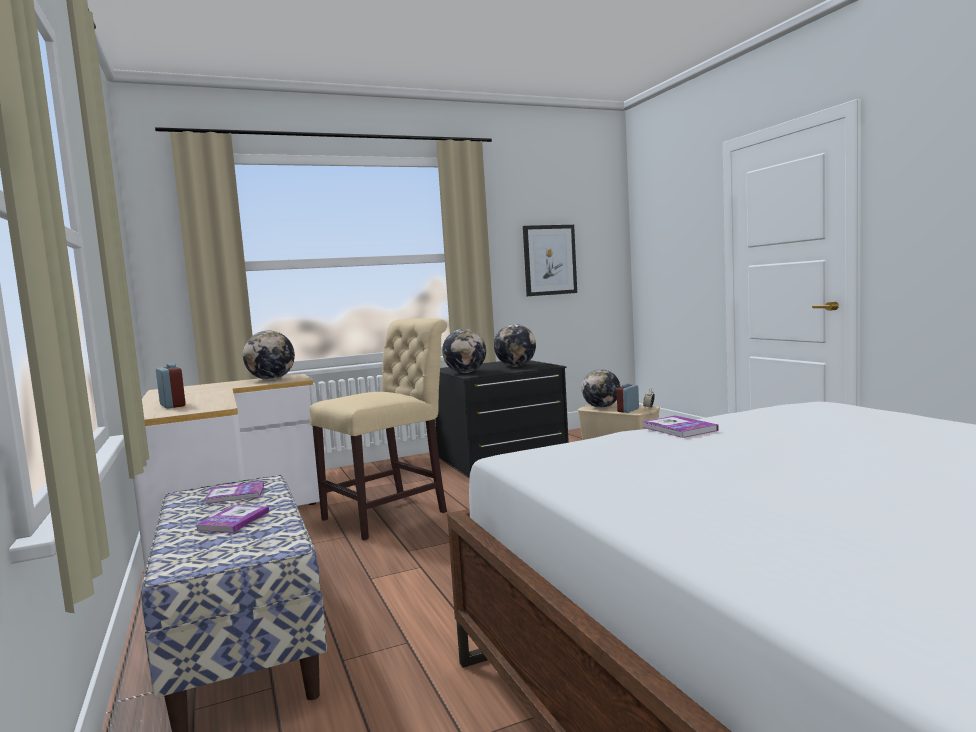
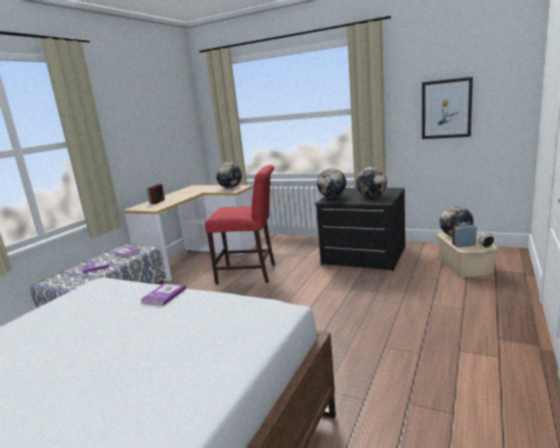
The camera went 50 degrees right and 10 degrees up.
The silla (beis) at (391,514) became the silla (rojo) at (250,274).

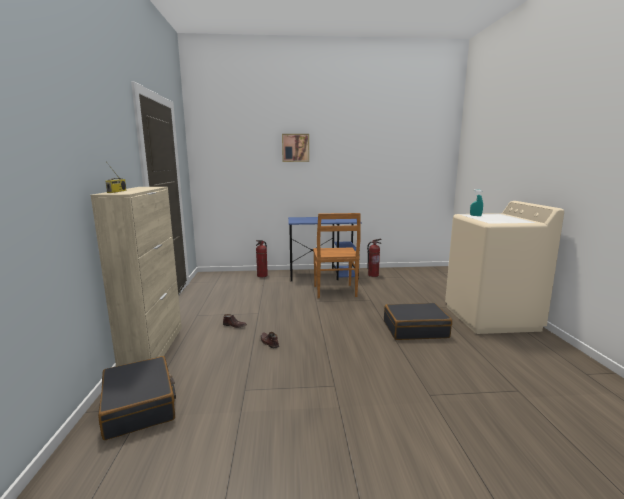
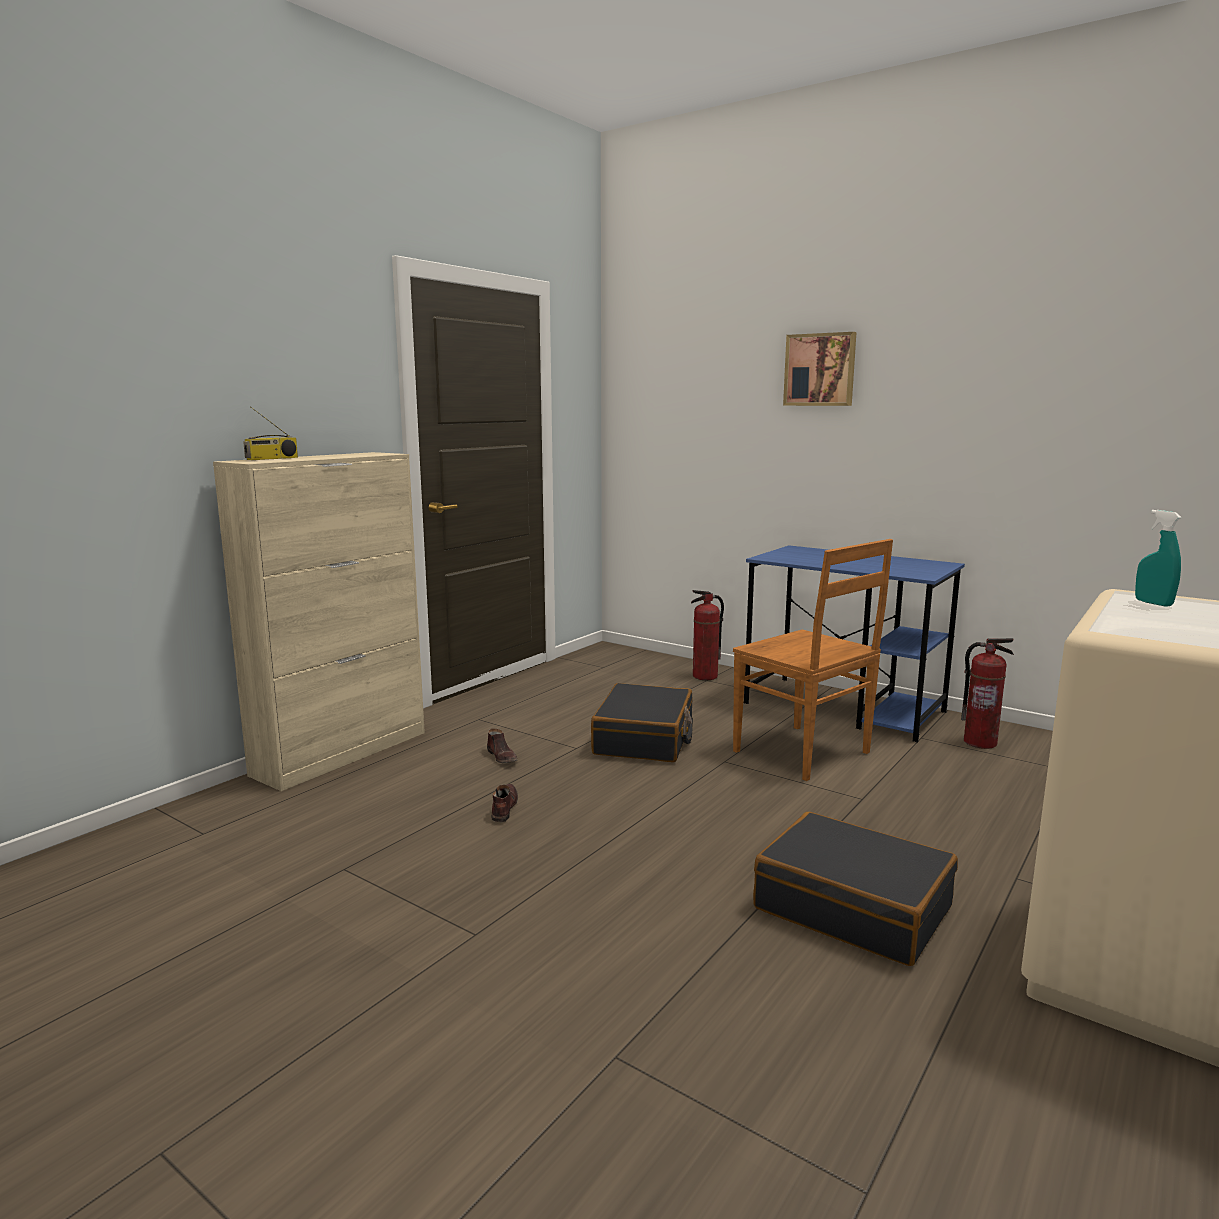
The camera went 40 degrees right and 0 degrees up.
The maleta (negro) moved from (140,406) to (644,739).
The silla (marrón) at (335,292) turned 75 degrees counterclockwise.

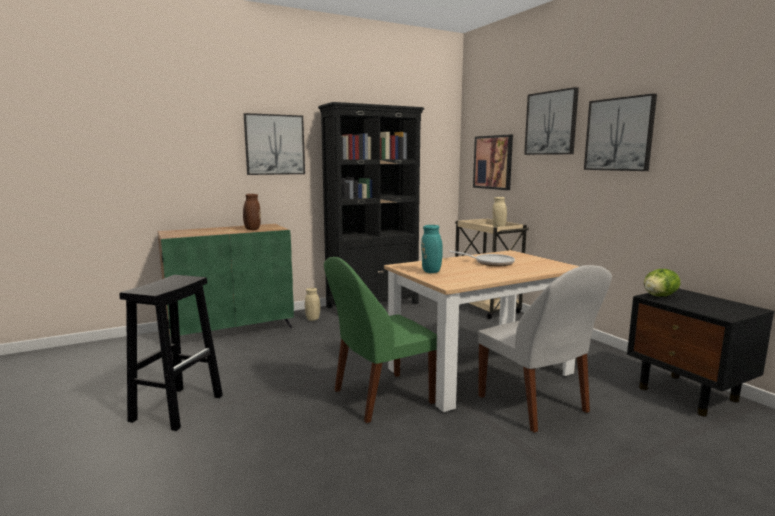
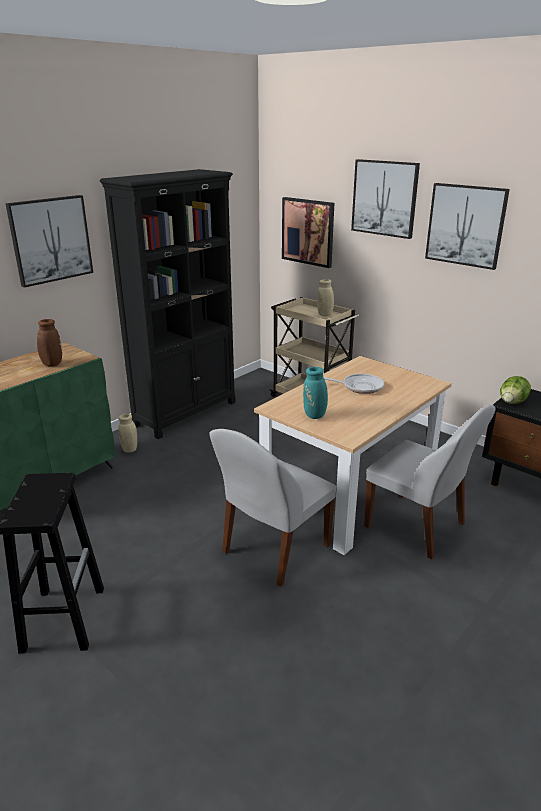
The camera went 20 degrees left and 15 degrees up.
The silla (verde) at (380,397) became the silla (blanco) at (274,550).

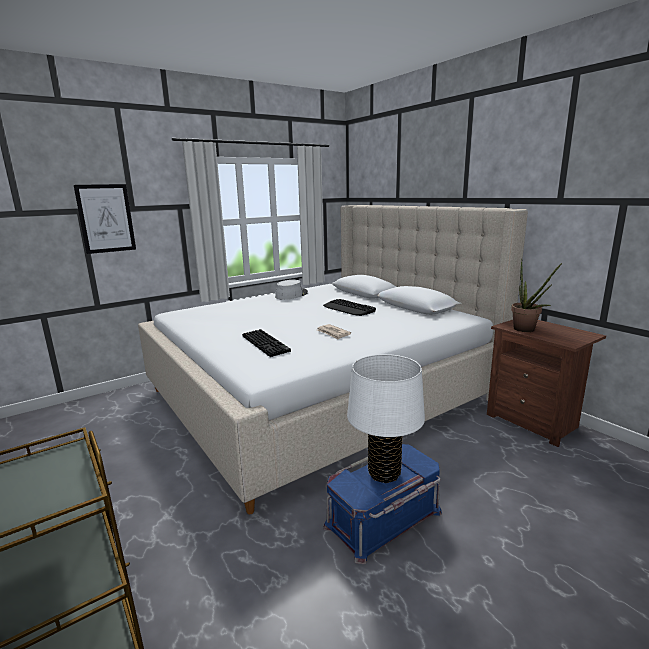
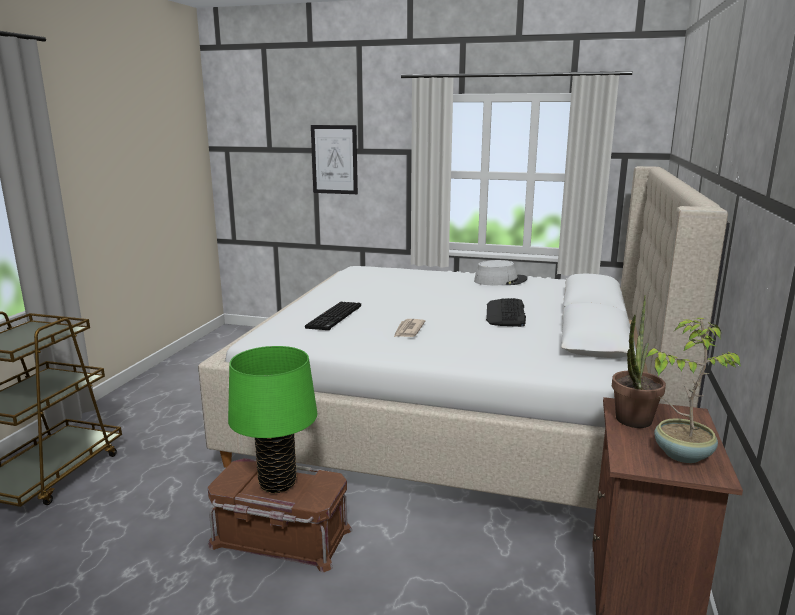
The camera went 50 degrees right and 0 degrees up.
The planta en maceta at (681,453) appeared.
The caja de almacenaje (azul) at (384,519) became the caja de almacenaje (marrón) at (280,538).
The lámpara de mesa (blanco) at (384,473) became the lámpara de mesa (verde) at (277,483).

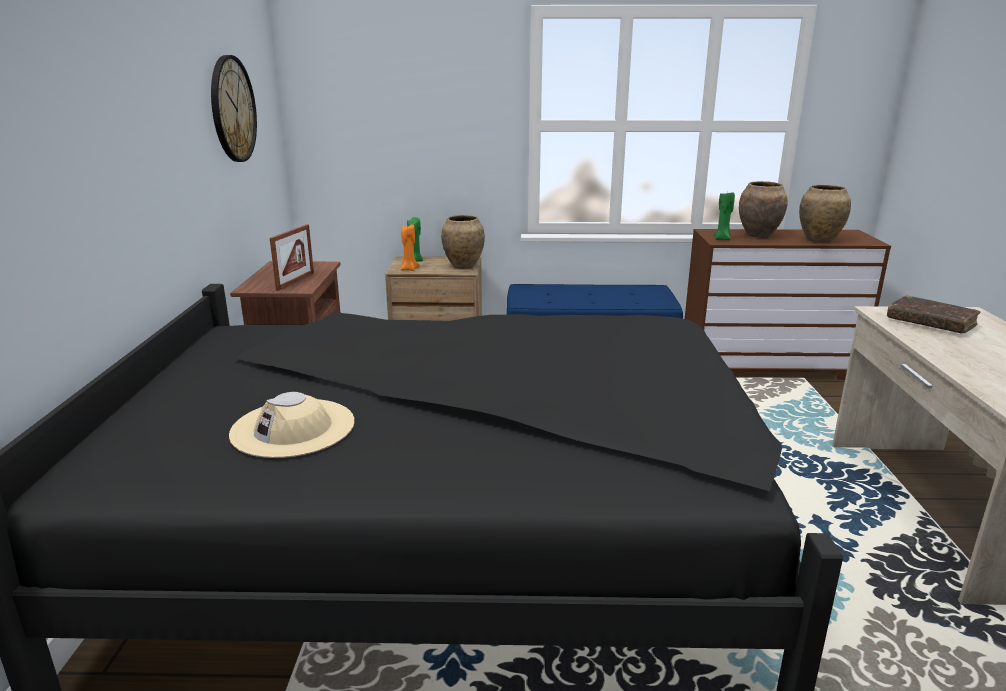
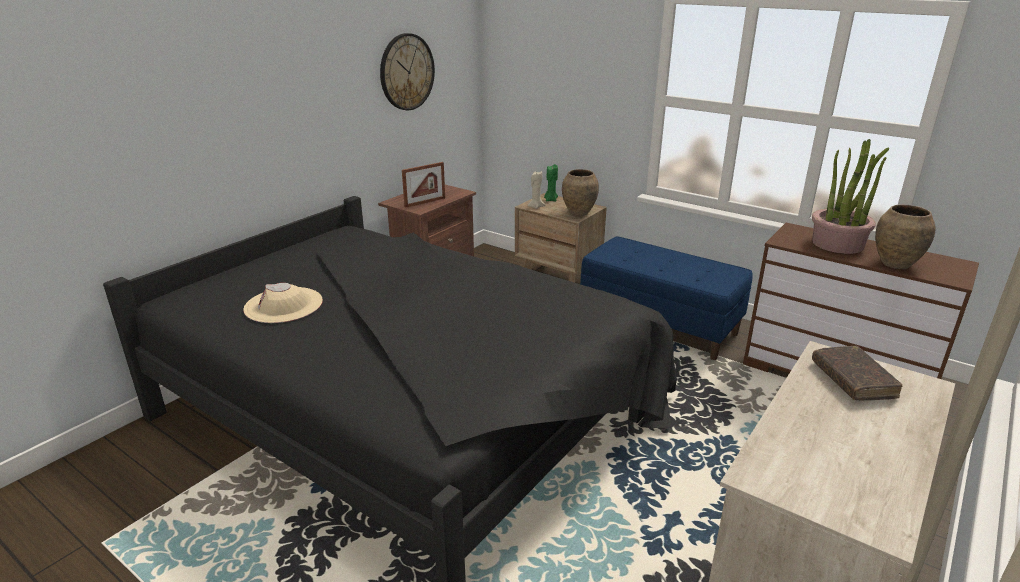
The camera went 35 degrees right and 5 degrees up.
The vela (verde) at (722,239) disappeared.
The florero (marrón) at (759,235) was replaced by the planta en maceta at (838,244).
The vela (naranja) at (409,269) became the vela (beis) at (536,206).

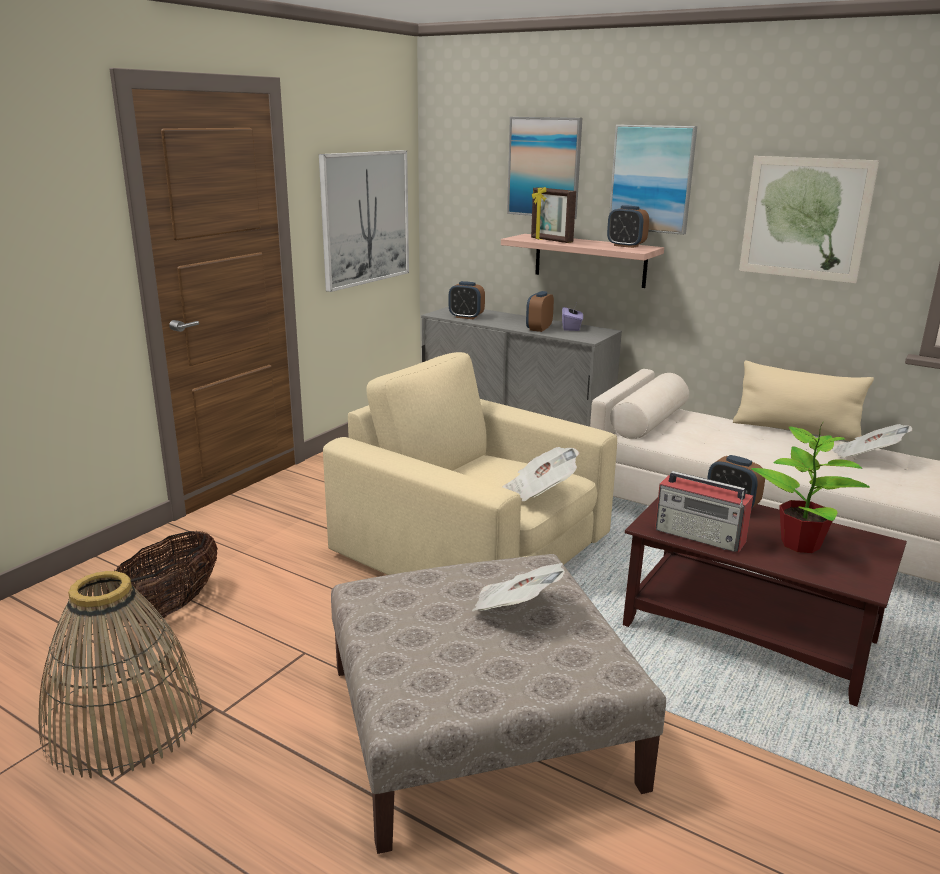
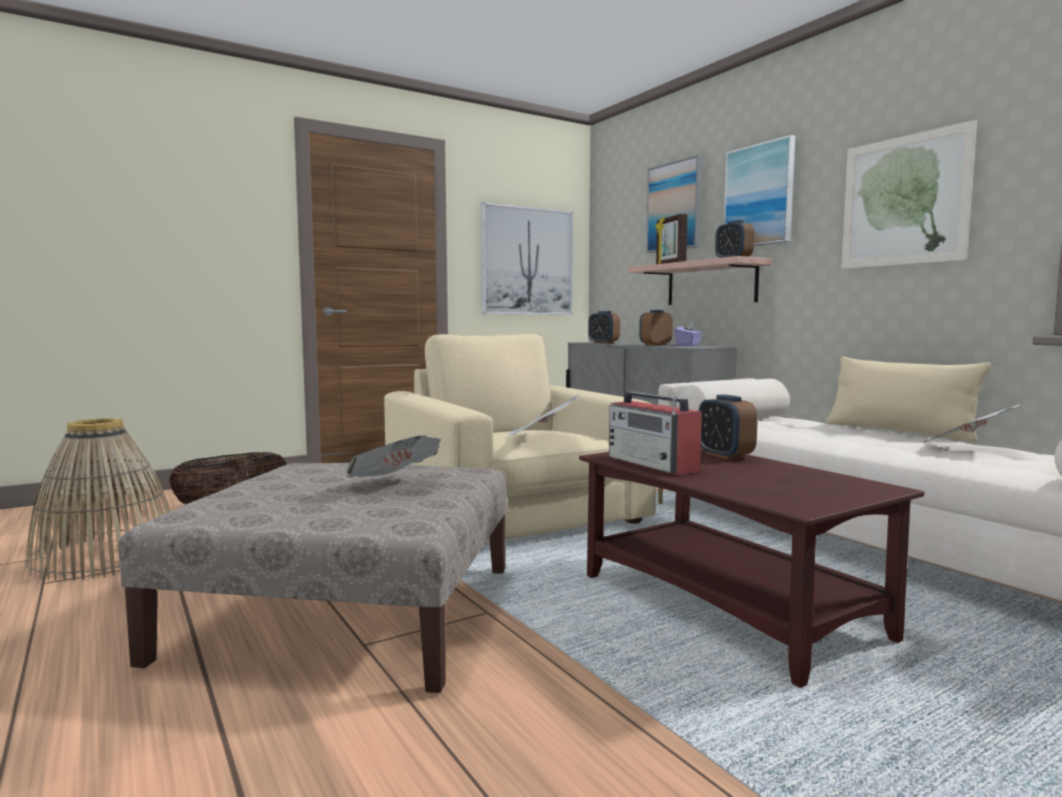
The camera went 25 degrees right and 15 degrees down.
The planta en maceta at (801,544) disappeared.

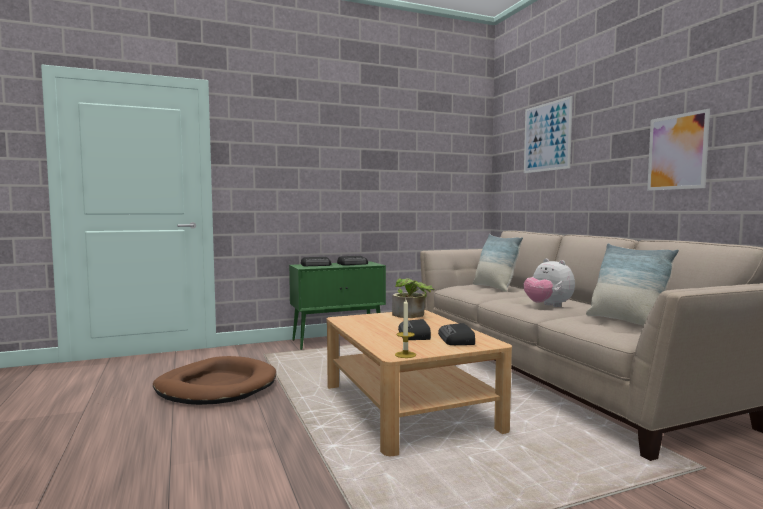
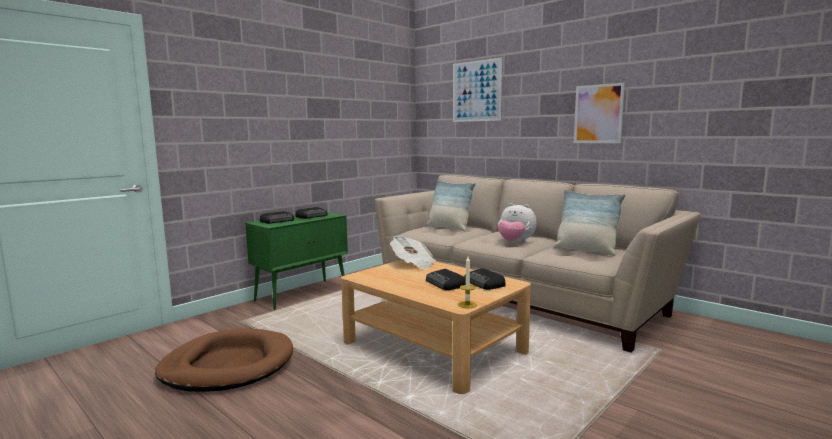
The camera went 25 degrees left and 5 degrees up.
The planta en maceta at (411,315) was replaced by the periódico at (413,264).

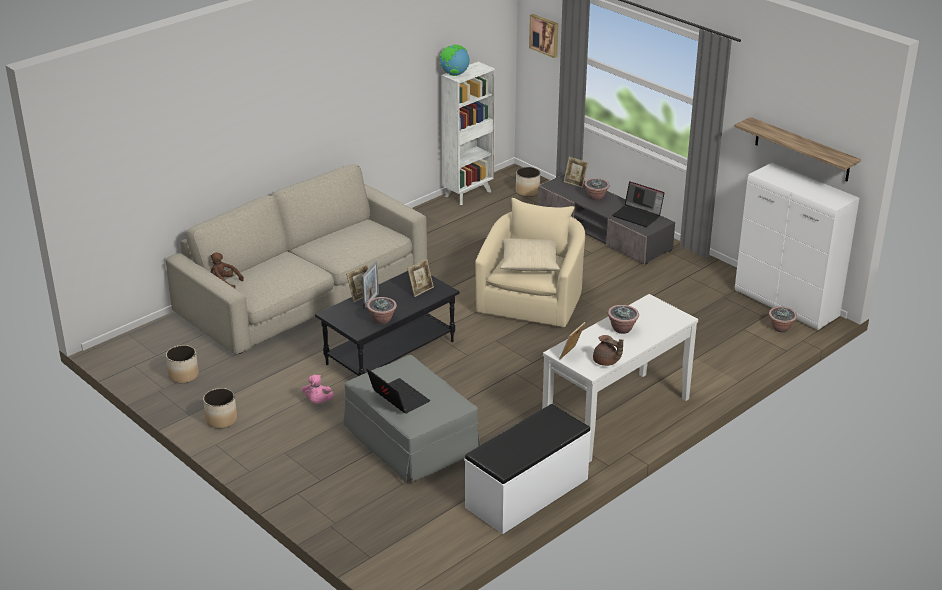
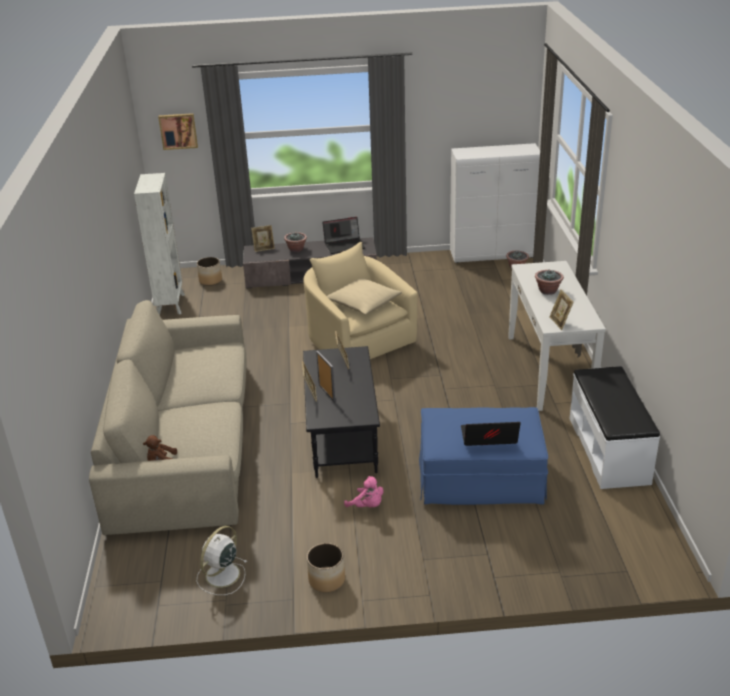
The camera went 50 degrees left and 0 degrees up.
The planta en maceta at (382,320) disappeared.
The globo terráqueo at (454,74) disappeared.
The tetera (marrón) at (606,362) disappeared.
The estante at (802,150) disappeared.
The maceta at (183,376) was replaced by the ventilador (blanco) at (221,576).
The puf (gris) at (411,440) became the puf (azul) at (480,477).

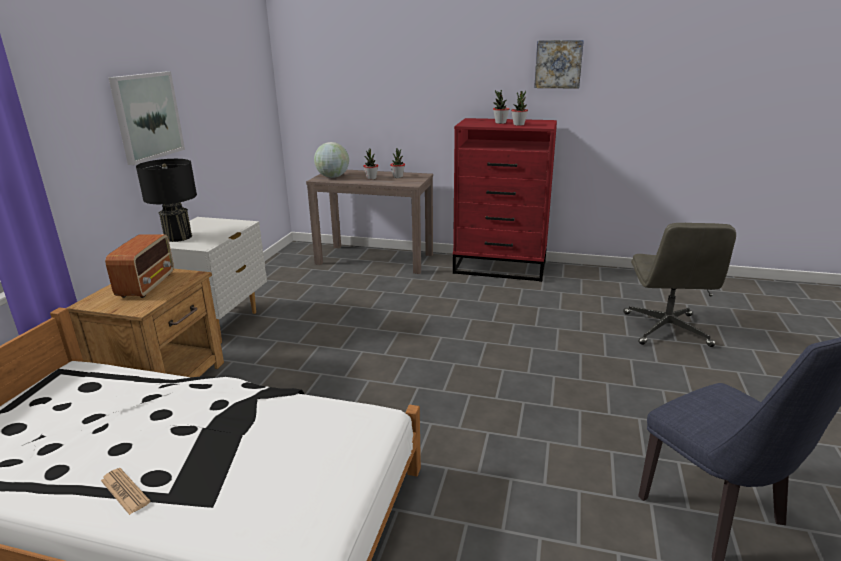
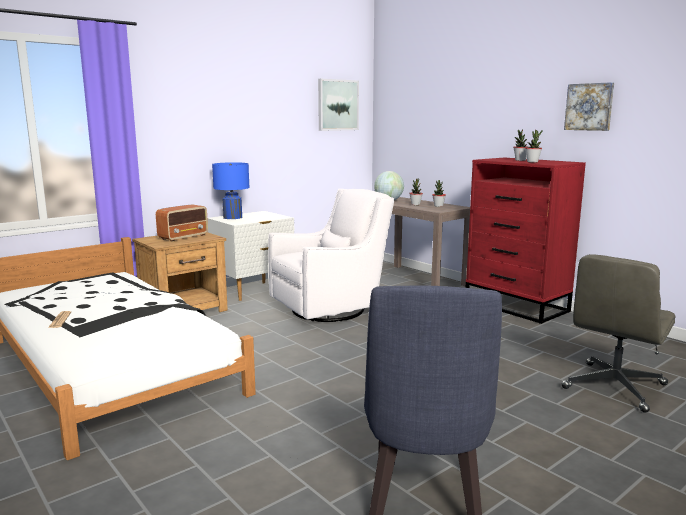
The camera went 35 degrees right and 10 degrees down.
The sillón (blanco) at (331,309) appeared.
The cuadro moved from (147,116) to (337,105).
The lámpara de mesa (negro) at (178,237) became the lámpara de mesa (azul) at (232,217).

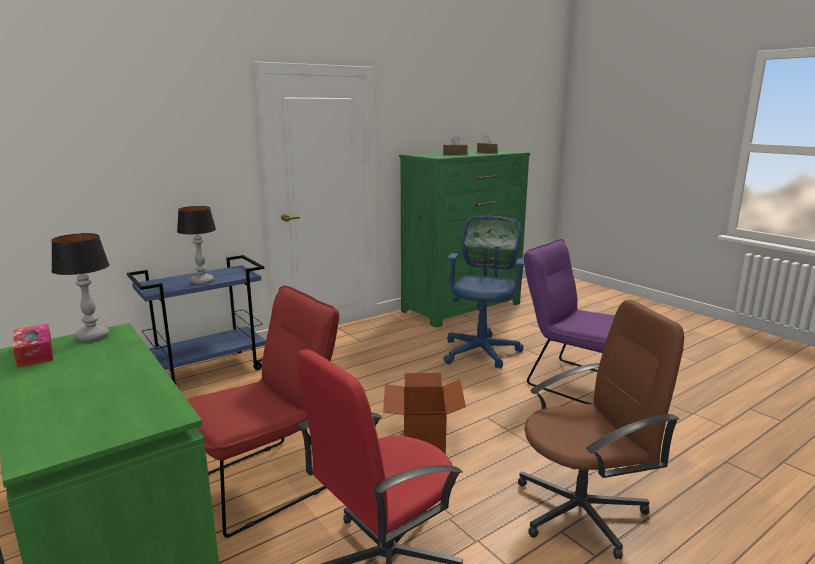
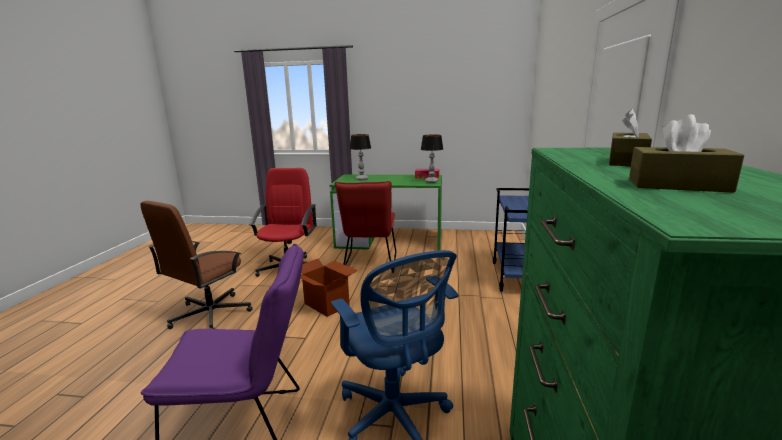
The camera went 135 degrees right and 0 degrees up.
The lámpara de mesa moved from (201,282) to (362,179).

